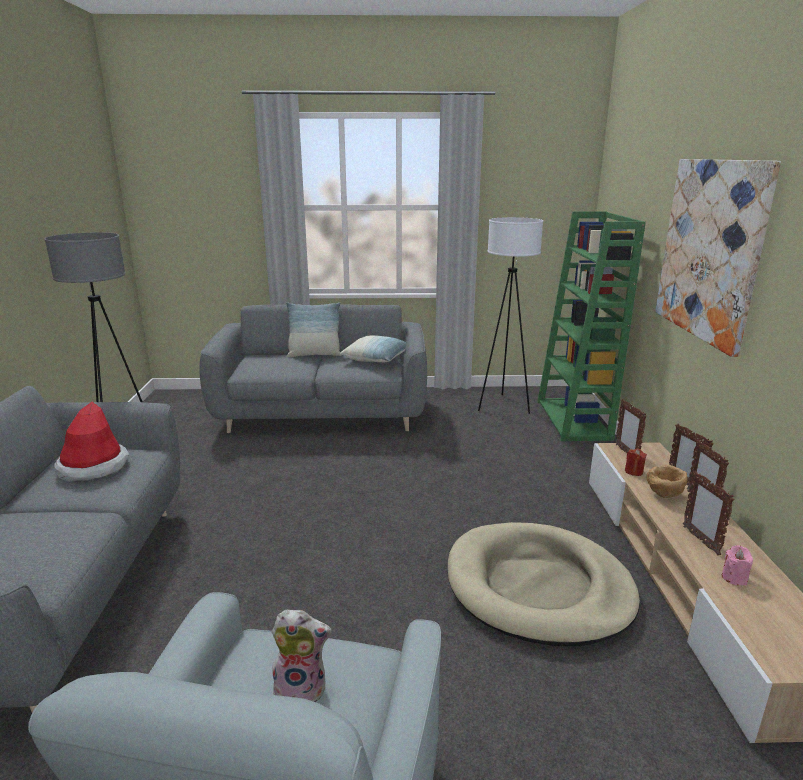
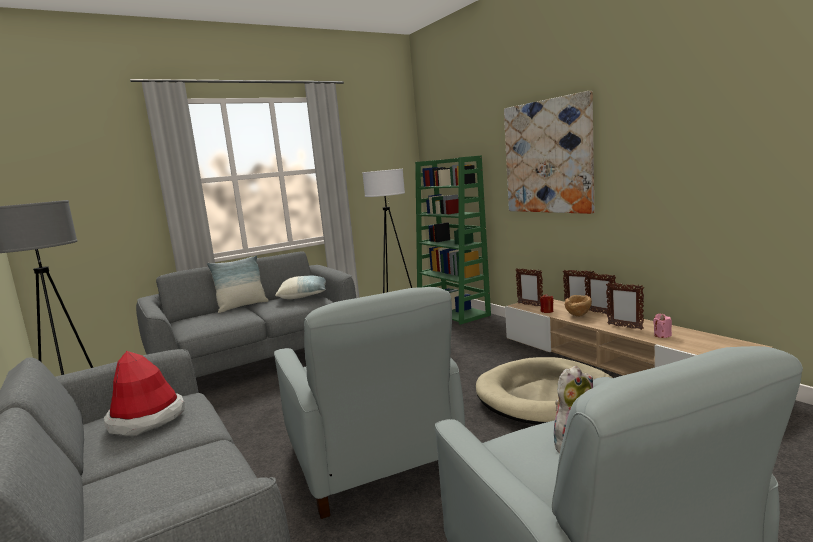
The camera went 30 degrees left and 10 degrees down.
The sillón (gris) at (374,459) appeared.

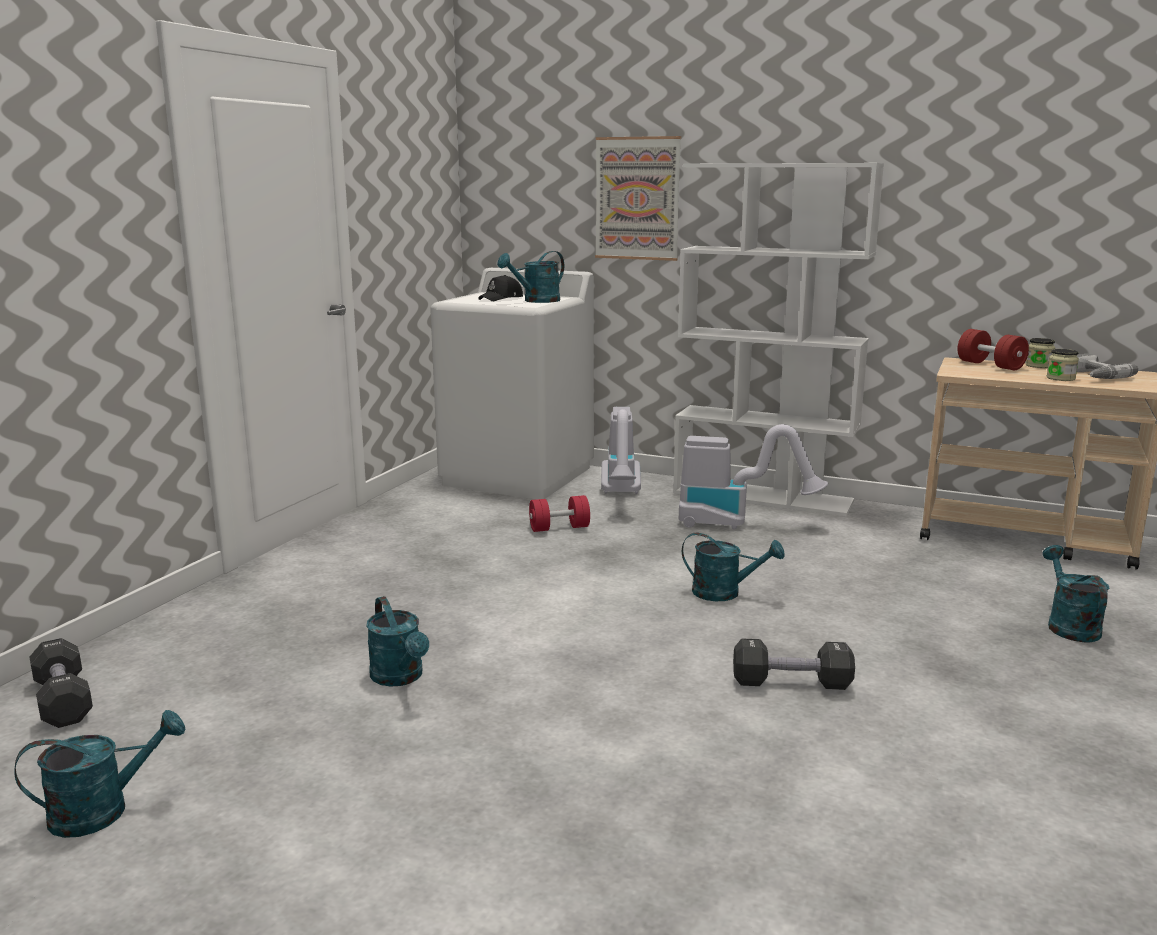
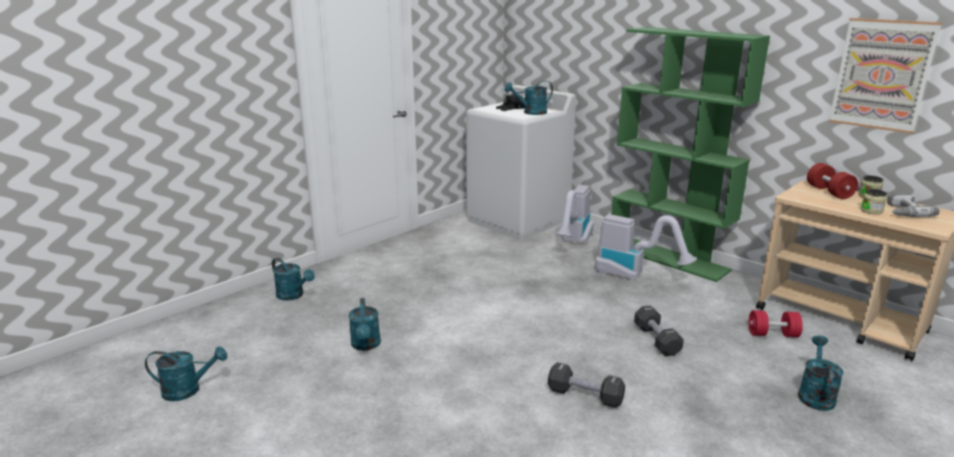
The camera went 20 degrees right and 5 degrees up.
The mancuerna (negro) moved from (63,700) to (656,340).
The mancuerna (rojo) moved from (559,528) to (772,334).
The cuadro moved from (637,198) to (882,75).
The regadera (turquesa) moved from (725,593) to (293,295).
The estantería (blanco) at (763,496) became the estantería (verde) at (668,258).

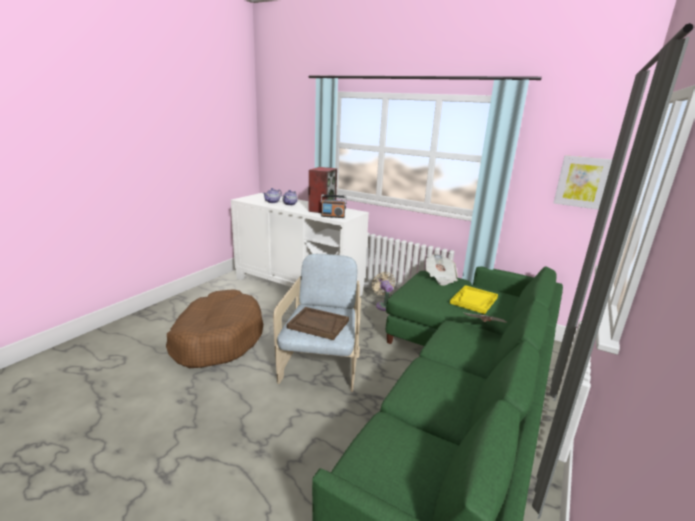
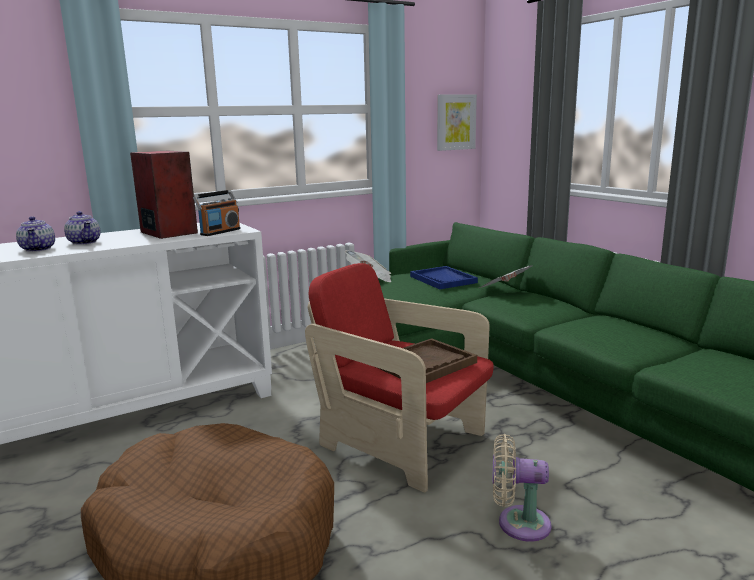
The camera went 60 degrees left and 5 degrees down.
The ventilador (beis) moved from (384,305) to (518,523).
The sillón (beis) at (321,364) became the sillón (rojo) at (401,443).
The bandeja (amarillo) at (474,300) became the bandeja (azul) at (443,279).

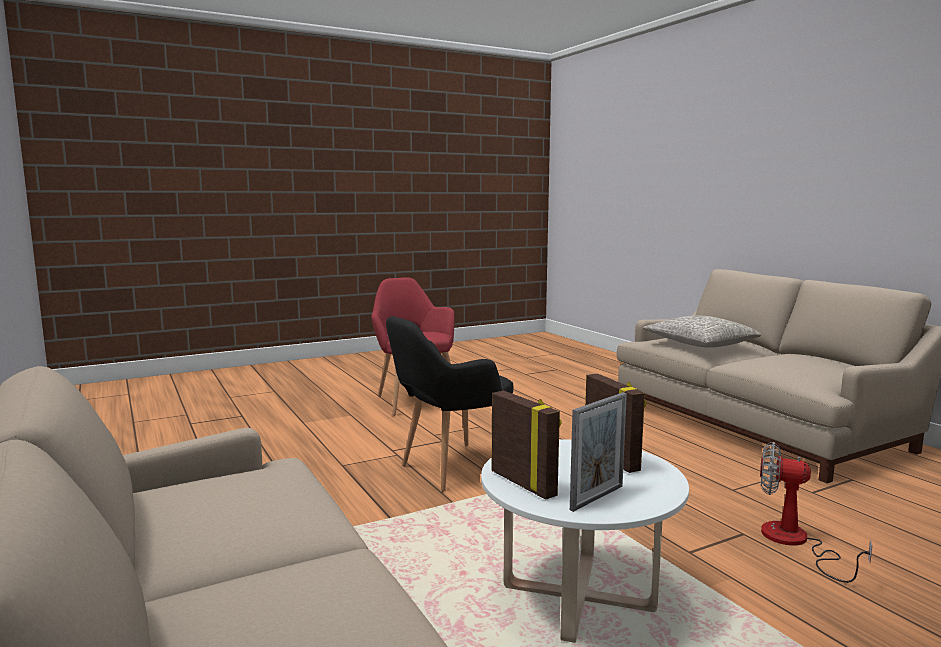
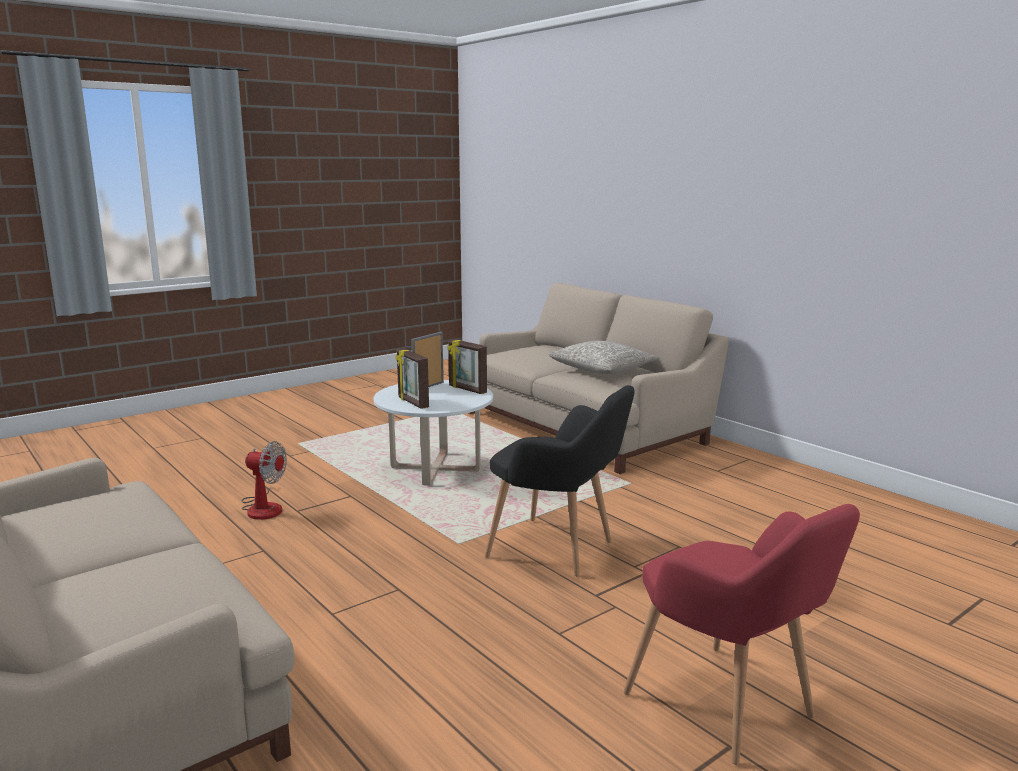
The camera went 170 degrees right and 5 degrees up.
The cojín (gris) moved from (699,344) to (603,370).
The sillón (negro) at (450,469) turned 75 degrees clockwise.

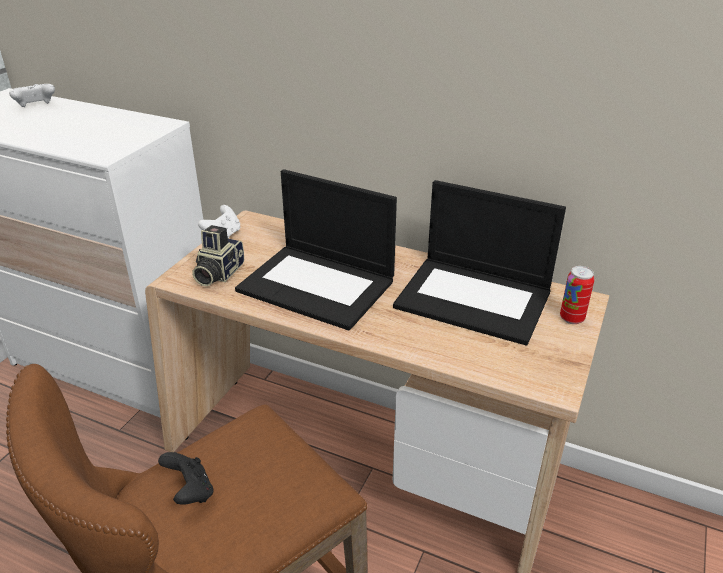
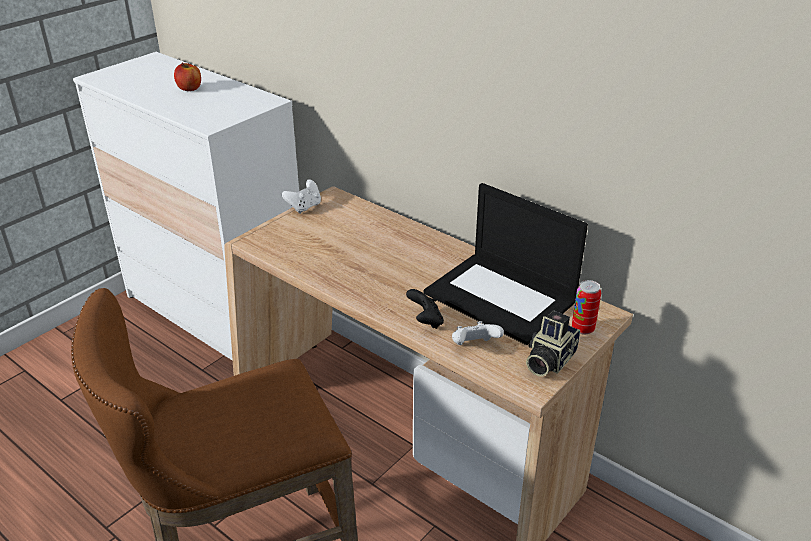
The camera went 15 degrees right and 0 degrees up.
The portátil at (318,285) disappeared.
The manzana at (189,88) appeared.
The mando de consola (blanco) moved from (36,107) to (474,346).
The mando de consola (negro) moved from (190,492) to (425,321).
The cámara moved from (217,273) to (548,360).

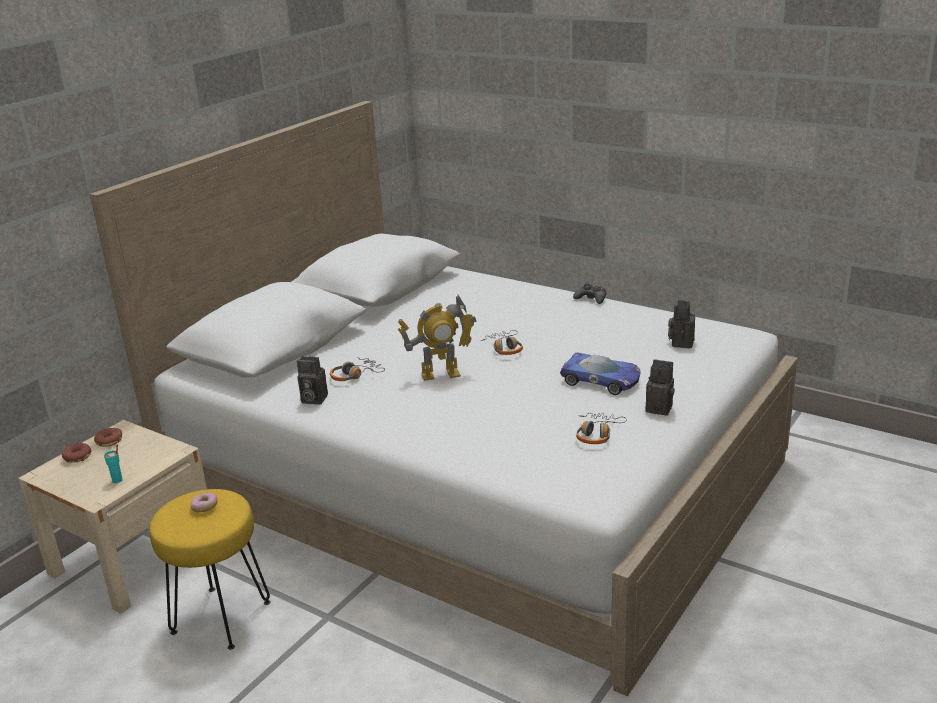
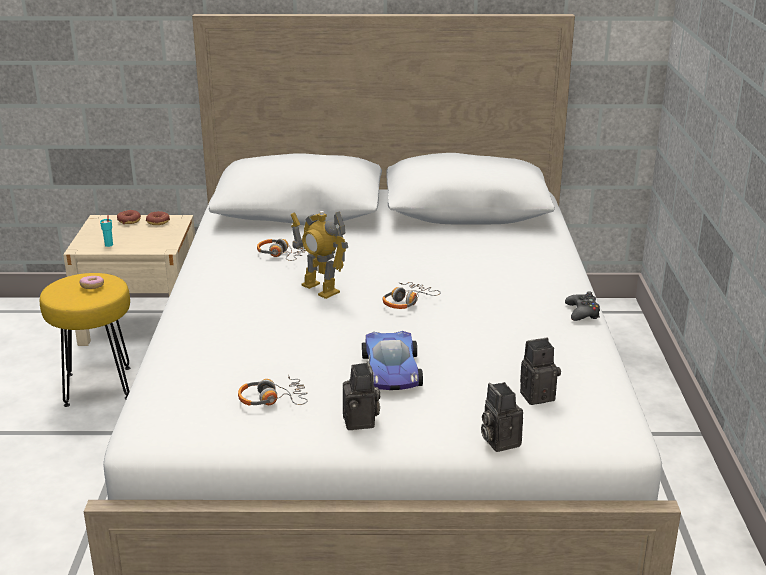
The camera went 55 degrees right and 0 degrees up.
The cámara moved from (312,399) to (498,440).

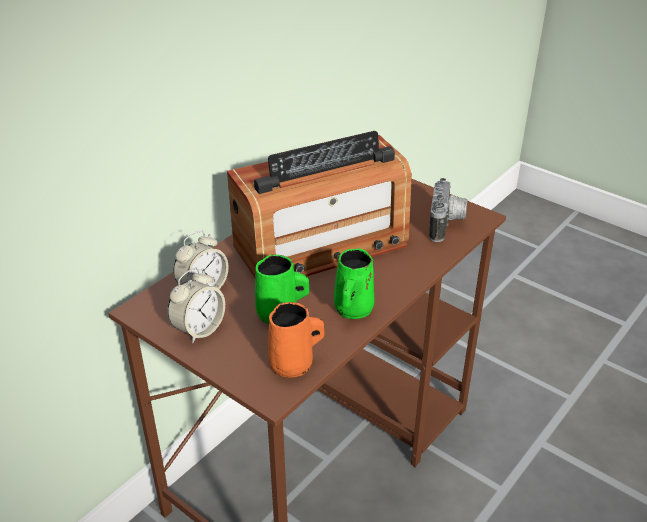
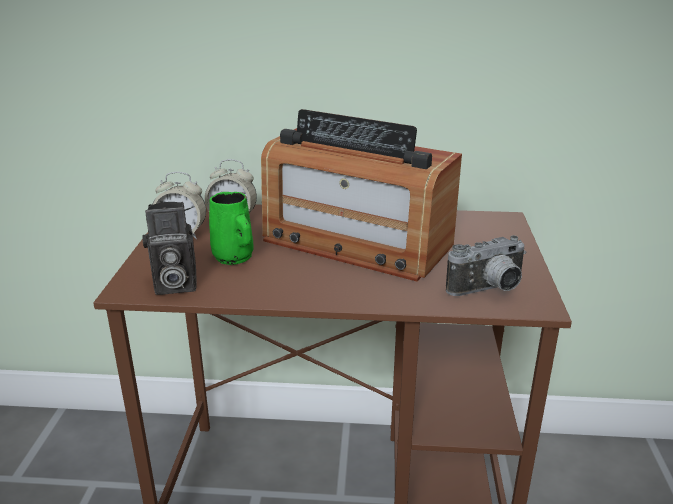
The camera went 55 degrees right and 10 degrees down.
The taza grande (verde) at (352,310) disappeared.
The taza grande (naranja) at (294,364) was replaced by the cámara at (173,285).

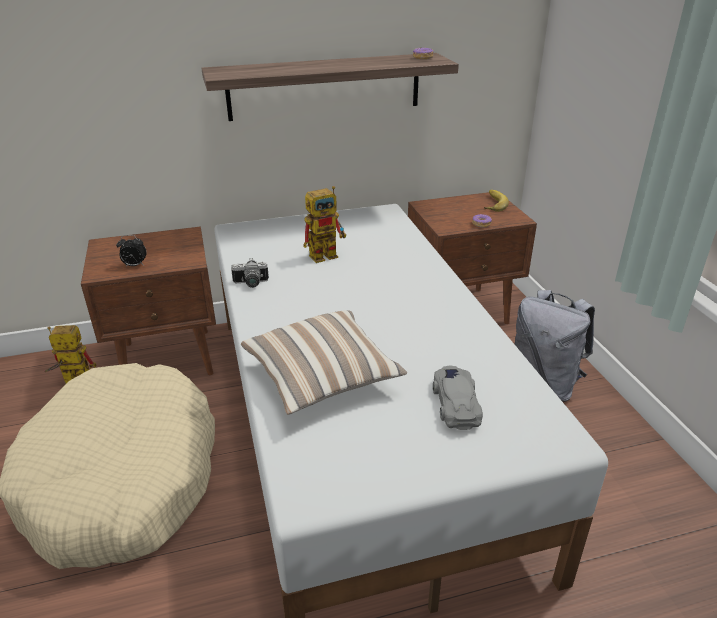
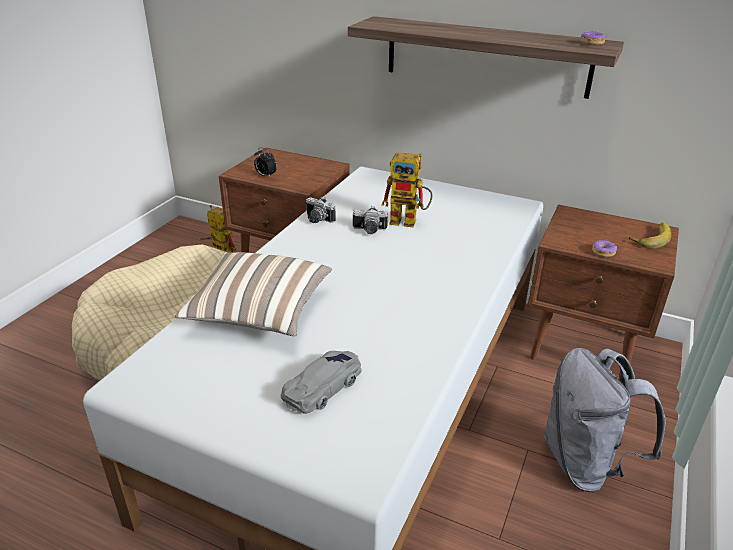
The camera went 40 degrees right and 0 degrees up.
The cámara at (369,230) appeared.

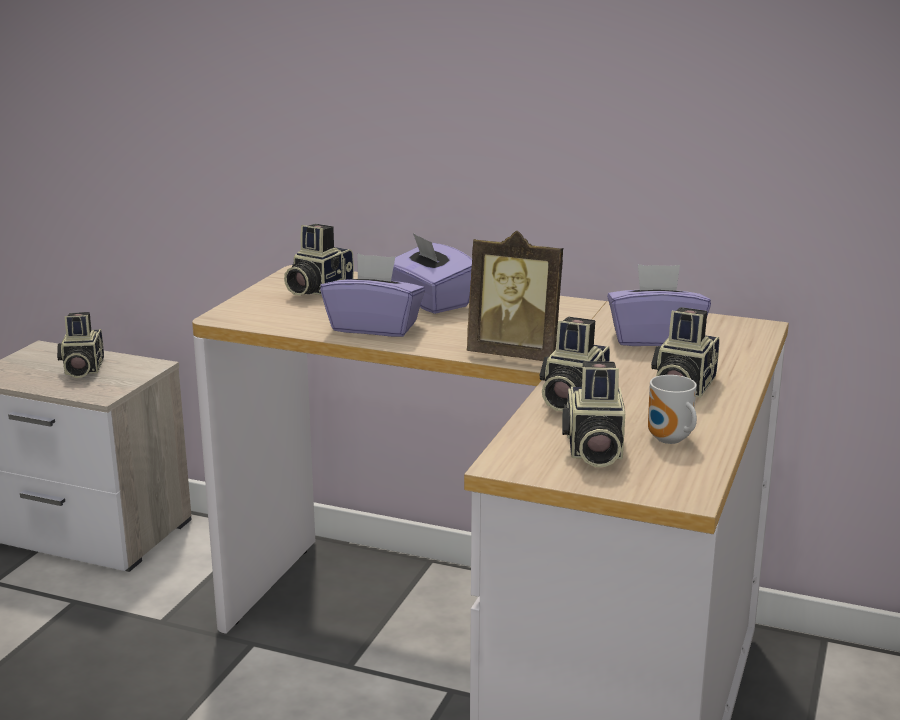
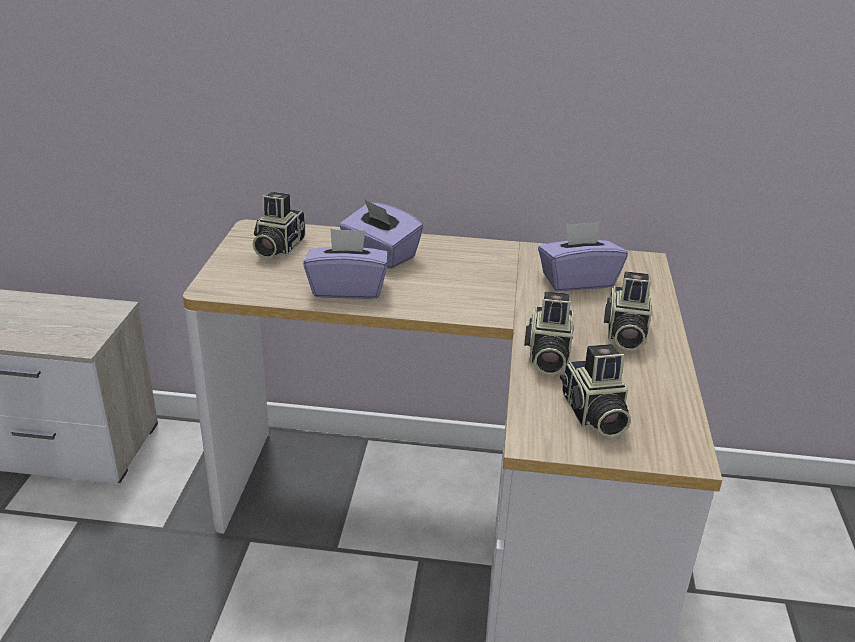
The camera went 15 degrees left and 10 degrees up.
The cámara at (81,369) disappeared.
The portarretratos at (516,354) disappeared.
The taza grande at (669,440) disappeared.

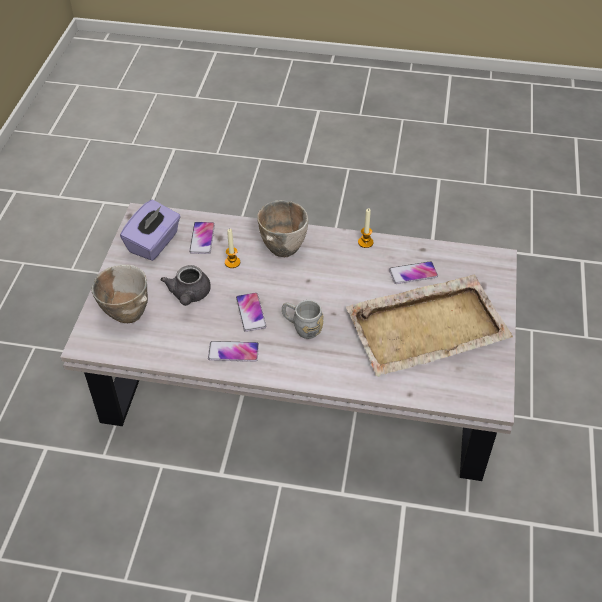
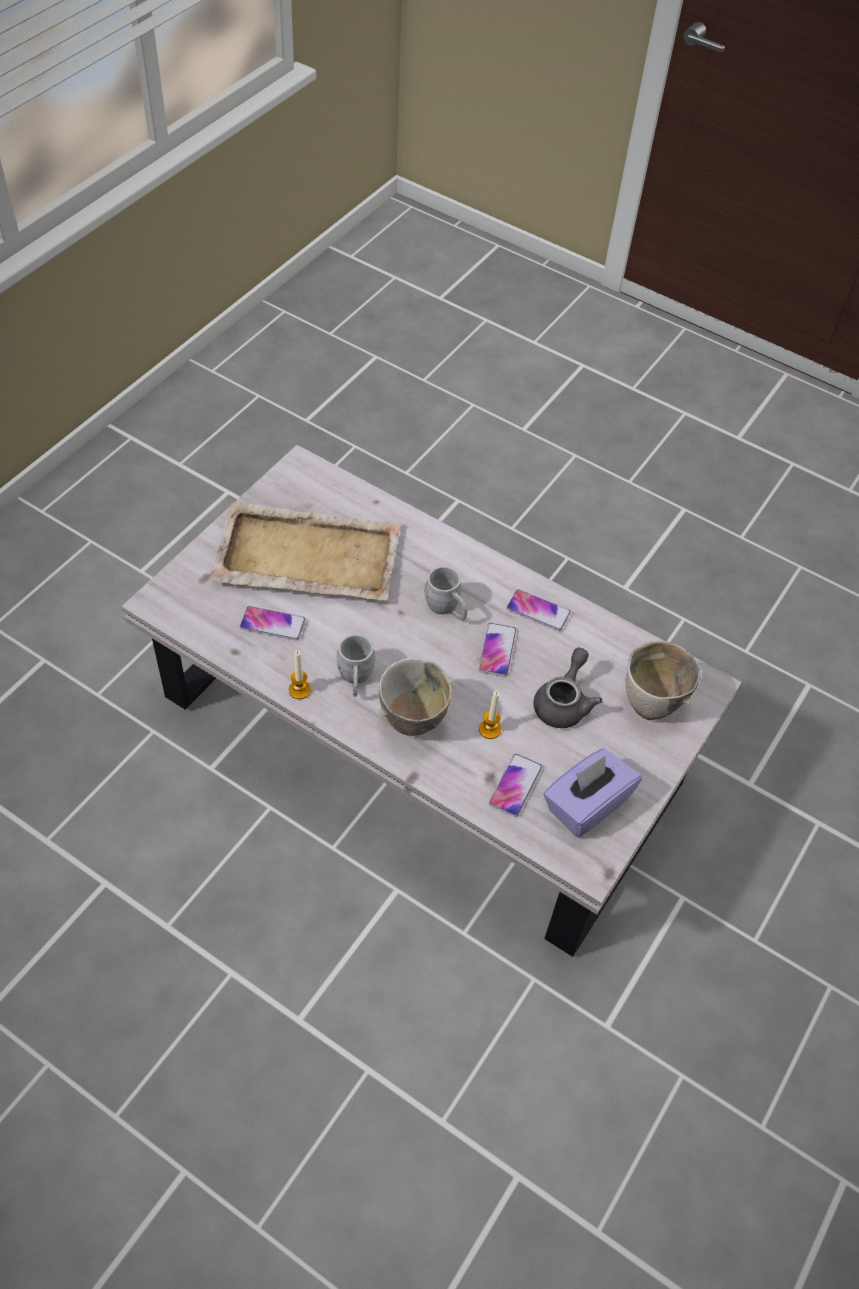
The camera went 160 degrees left and 5 degrees up.
The taza grande (gris) at (355,679) appeared.

